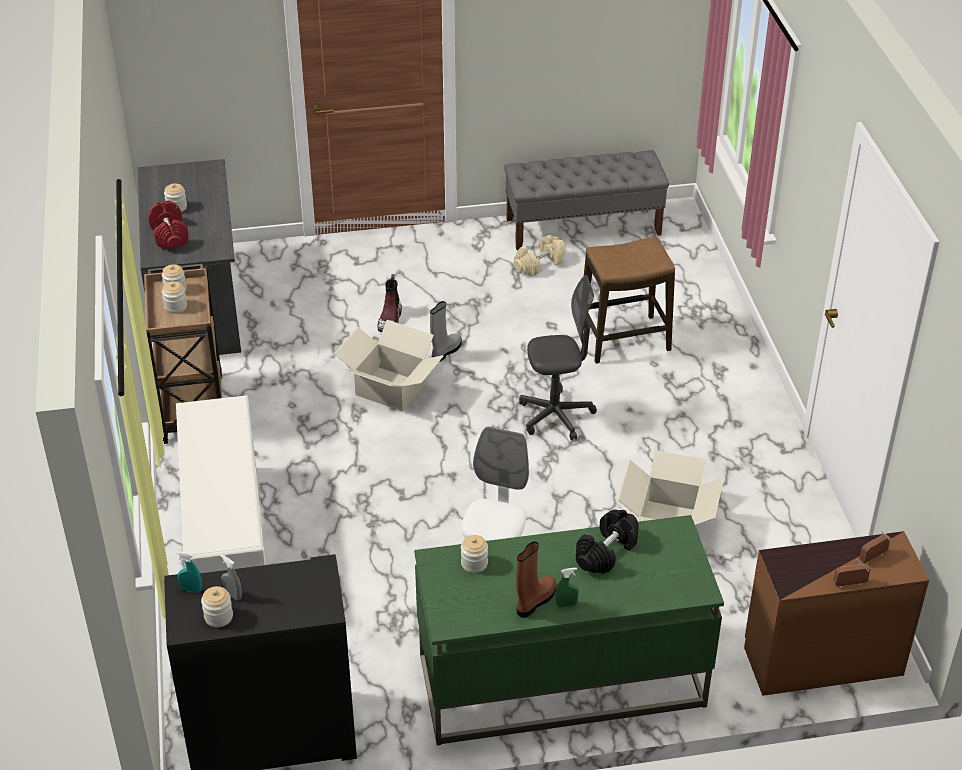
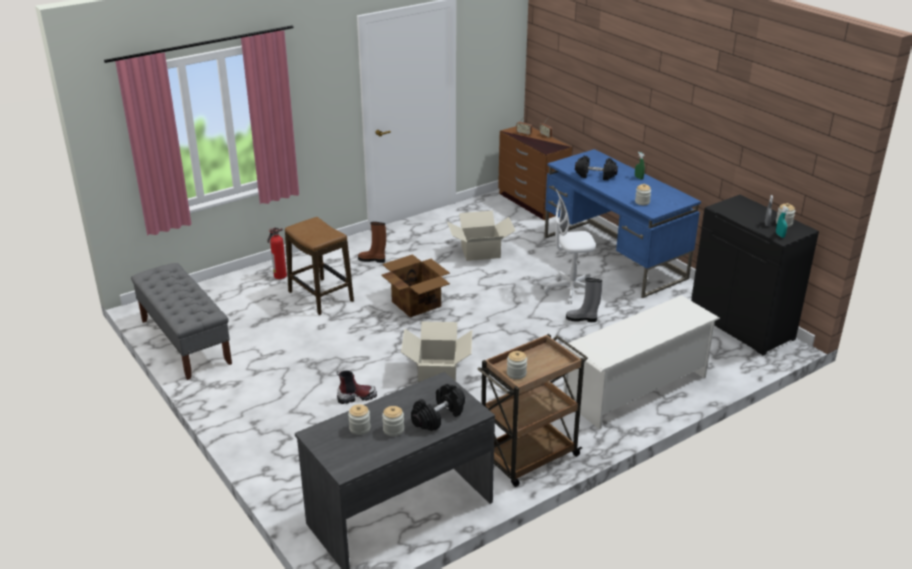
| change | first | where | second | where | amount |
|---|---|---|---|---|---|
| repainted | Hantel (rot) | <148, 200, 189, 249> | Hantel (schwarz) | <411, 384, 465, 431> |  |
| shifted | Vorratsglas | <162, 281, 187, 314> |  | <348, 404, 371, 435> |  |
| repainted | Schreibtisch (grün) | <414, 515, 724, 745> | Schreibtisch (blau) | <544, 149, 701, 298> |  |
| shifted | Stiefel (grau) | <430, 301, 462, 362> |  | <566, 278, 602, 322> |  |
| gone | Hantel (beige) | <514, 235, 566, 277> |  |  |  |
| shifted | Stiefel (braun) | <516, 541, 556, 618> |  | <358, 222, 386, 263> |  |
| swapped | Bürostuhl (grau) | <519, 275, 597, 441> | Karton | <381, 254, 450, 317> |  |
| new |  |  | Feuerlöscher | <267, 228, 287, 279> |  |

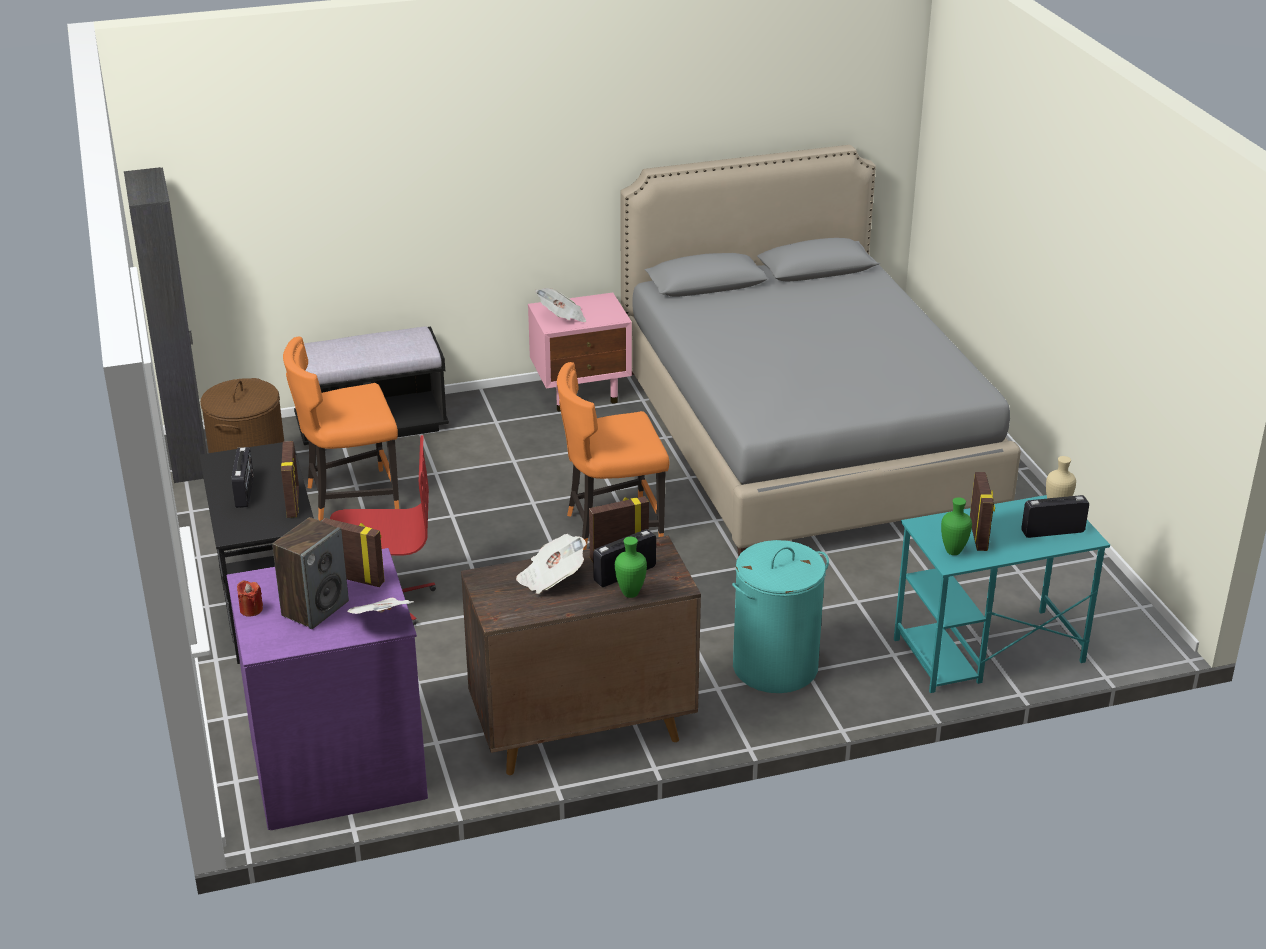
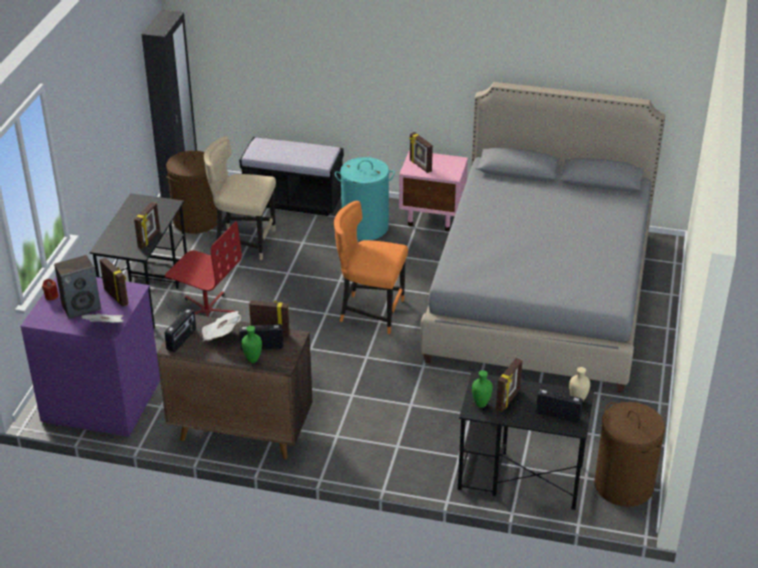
| change | first | where | second | where | amount |
|---|---|---|---|---|---|
| shifted | Radio | <231, 447, 254, 508> |  | <164, 309, 196, 352> |  |
| repainted | Stuhl (orange) | <283, 337, 399, 521> | Stuhl (beige) | <204, 136, 276, 260> |  |
| swapped | Zeitung | <535, 288, 587, 322> | Bilderrahmen | <409, 132, 433, 173> |  |
| shifted | Wäschekorb (türkis) | <732, 540, 829, 693> |  | <335, 157, 395, 240> |  |
| repainted | Schreibtisch (türkis) | <894, 495, 1110, 693> | Schreibtisch (schwarz) | <458, 372, 594, 510> |  |
| new |  |  | Wäschekorb (braun) | <594, 402, 665, 507> |  |

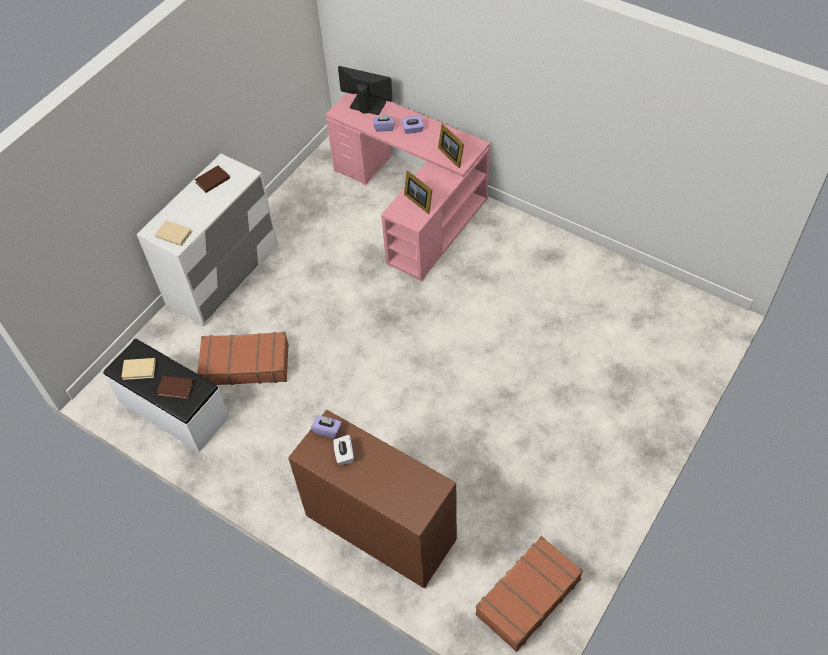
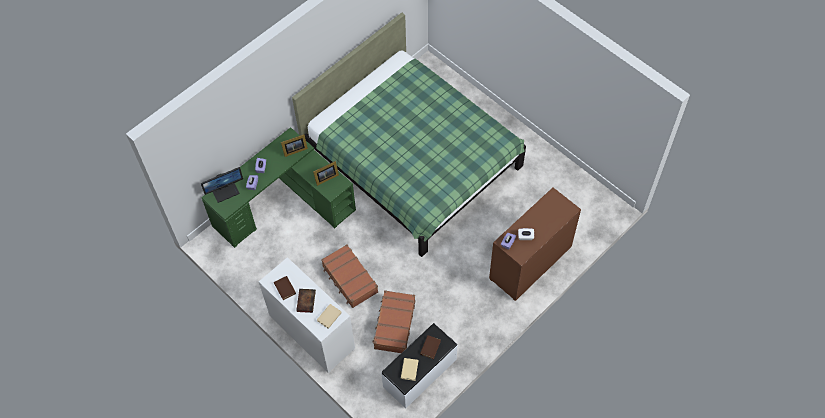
| change | first | where | second | where | amount |
|---|---|---|---|---|---|
| repainted | Schreibtisch (rosa) | <325, 93, 490, 282> | Schreibtisch (grün) | <201, 127, 356, 248> |  |
| rotated | Monitor | <338, 66, 392, 115> |  | <201, 167, 243, 203> | 150 degrees counterclockwise |
| shifted | Koffer (braun) | <475, 536, 583, 652> |  | <321, 244, 378, 308> |  |
| new |  |  | Bett (grün) | <292, 13, 526, 257> |  |
| new |  |  | Buch | <296, 289, 316, 313> |  |

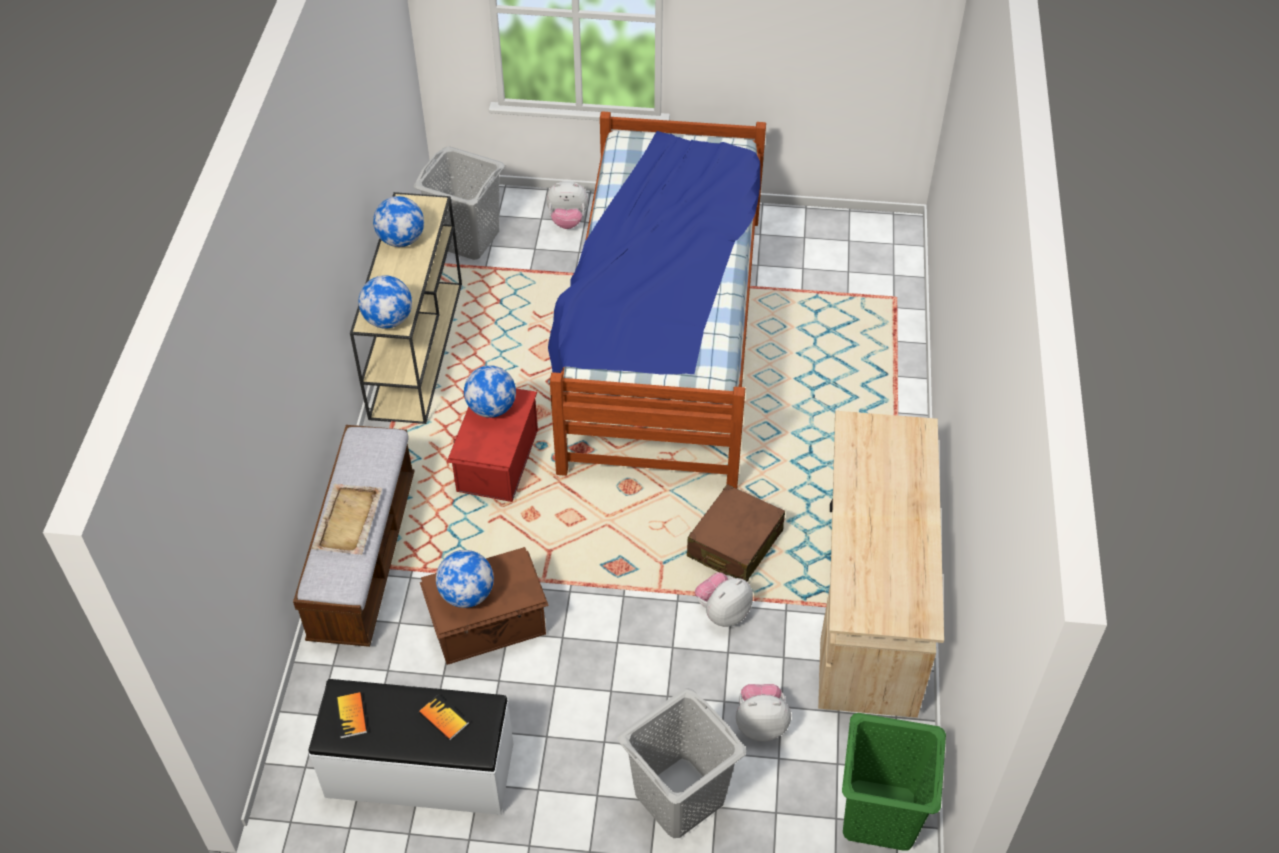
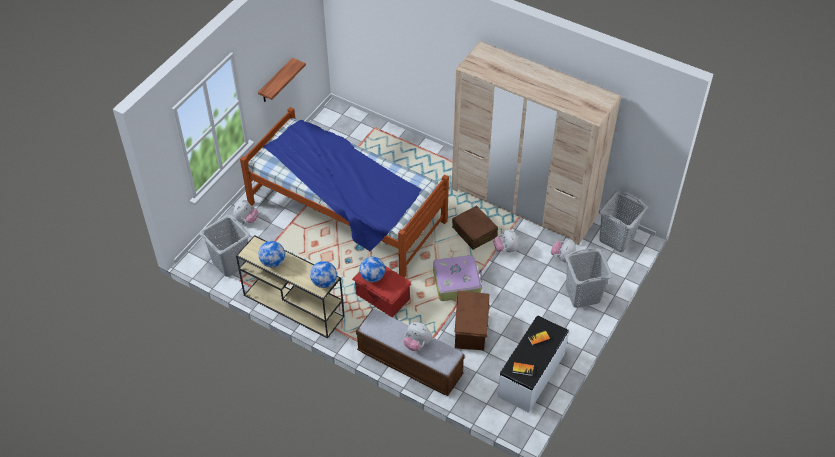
| change | first | where | second | where | amount |
|---|---|---|---|---|---|
| swapped | Tablett (beige) | <312, 483, 382, 555> | Plüschtier | <403, 322, 431, 351> |  |
| gone | Globus | <436, 550, 494, 608> |  |  |  |
| swapped | Schreibtisch (beige) | <818, 411, 944, 718> | Kleiderschrank (beige) | <452, 41, 621, 245> |  |
| repainted | Wäschekorb (grün) | <842, 713, 946, 851> | Wäschekorb (grau) | <599, 191, 648, 252> |  |
| new |  |  | Wandregal | <258, 58, 306, 102> |  |
| new |  |  | Koffer | <433, 255, 482, 301> |  |

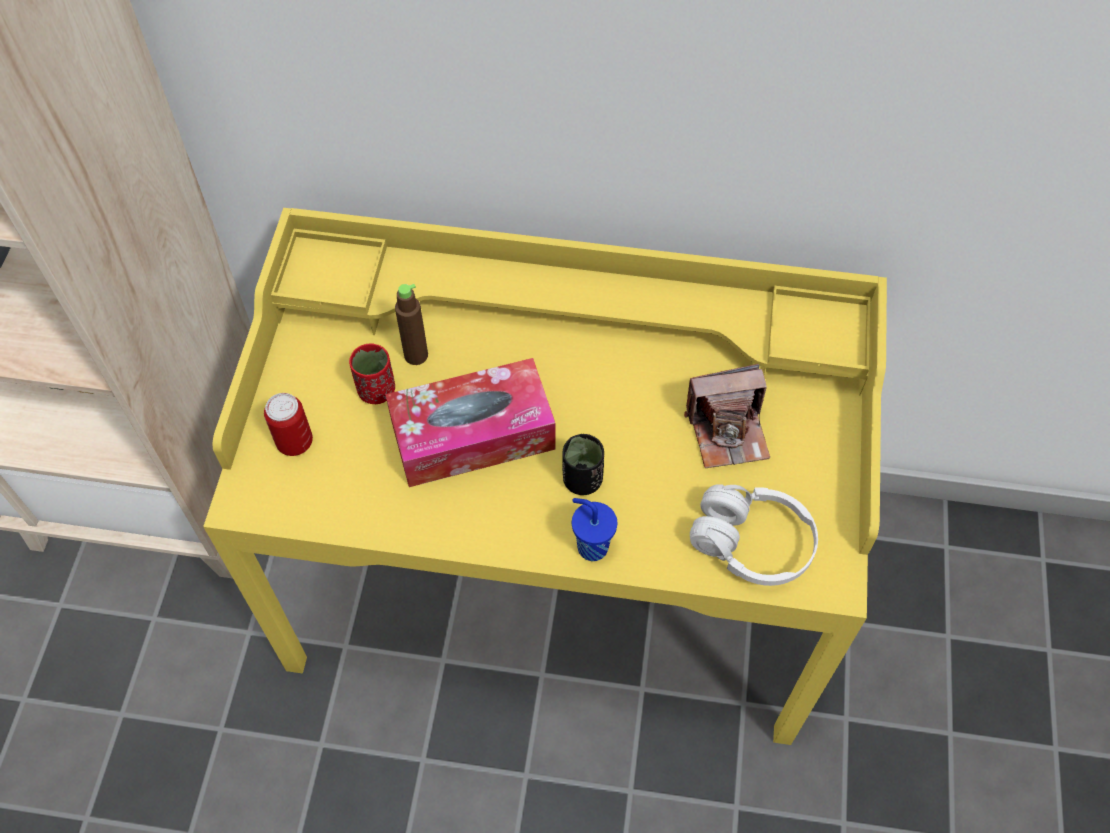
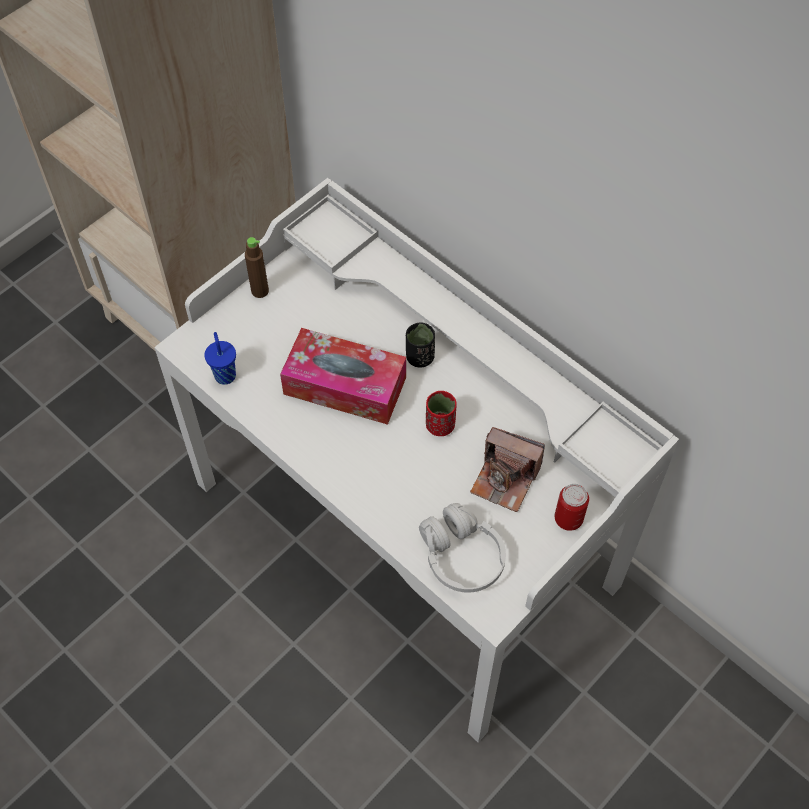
| change | first | where | second | where | amount |
|---|---|---|---|---|---|
| repainted | Schreibtisch (gelb) | <203, 208, 887, 745> | Schreibtisch (weiß) | <154, 178, 679, 742> |  |
| shifted | Dose | <264, 393, 313, 456> |  | <555, 484, 589, 531> |  |
| shifted | Tasse (rot) | <349, 343, 395, 404> |  | <426, 391, 457, 436> |  |
| shifted | Flasche (braun) | <395, 284, 428, 365> |  | <245, 237, 269, 298> |  |
| shifted | Tasse (schwarz) | <562, 434, 604, 495> |  | <406, 323, 435, 368> |  |
| shifted | Tasse (blau) | <572, 498, 617, 561> |  | <204, 332, 236, 385> |  |

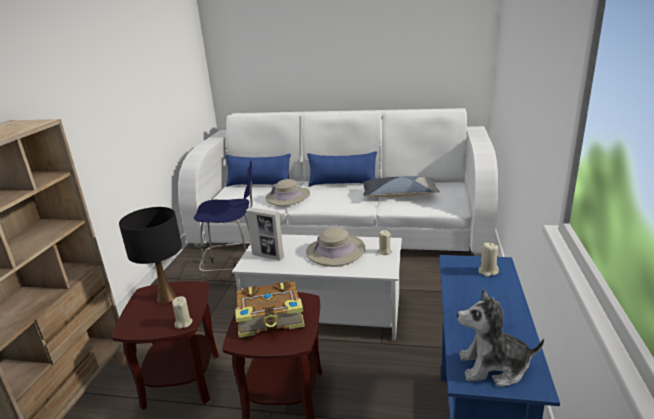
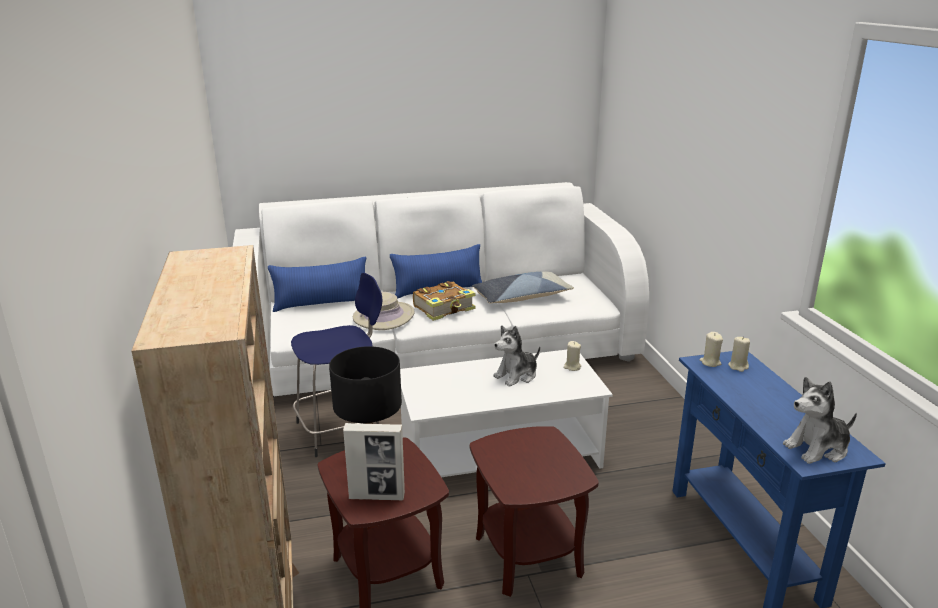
| change | first | where | second | where | amount |
|---|---|---|---|---|---|
| shifted | Kerze (beige) | <172, 296, 193, 329> |  | <700, 332, 723, 367> |  |
| shifted | Buch | <235, 281, 305, 338> |  | <413, 281, 475, 321> |  |
| shifted | Bilderrahmen | <246, 207, 284, 260> |  | <343, 423, 405, 500> |  |
| swapped | Hut (beige) | <306, 227, 365, 267> | Plüschtier | <493, 325, 540, 387> |  |

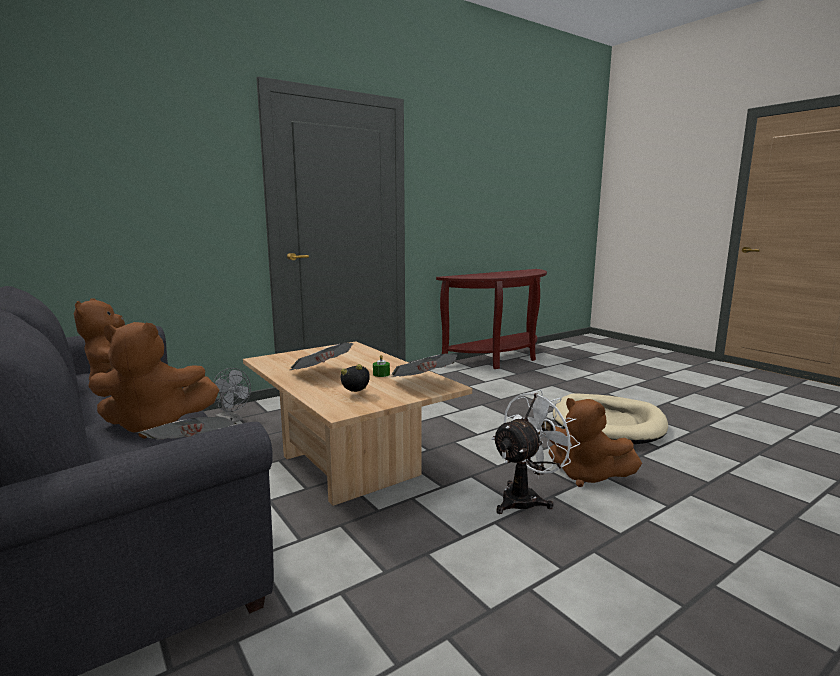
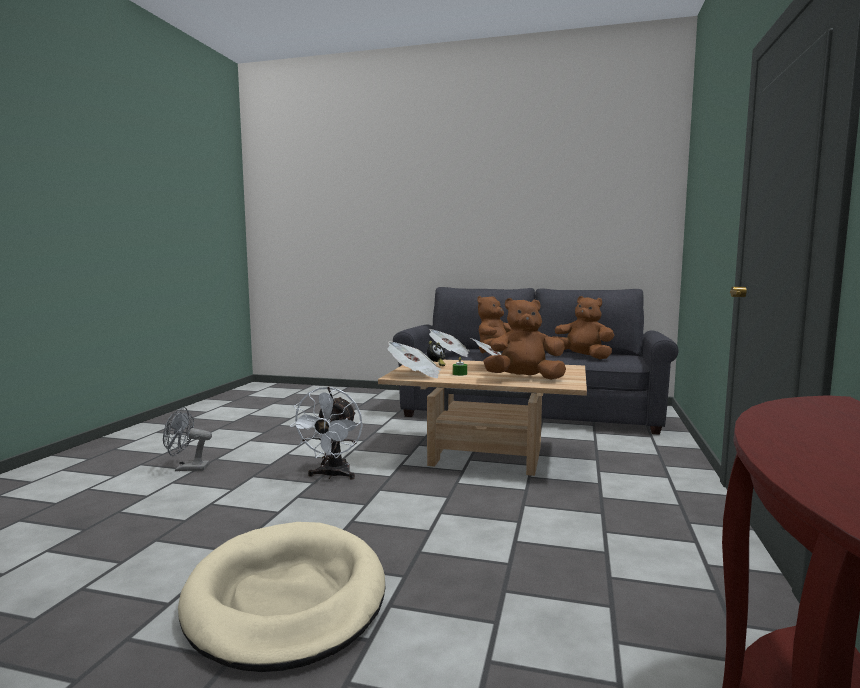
| change | first | where | second | where | amount |
|---|---|---|---|---|---|
| shifted | Ventilator (grau) | <213, 368, 251, 422> |  | <163, 407, 212, 471> |  |
| shifted | Plüschtier (braun) | <549, 398, 642, 487> |  | <484, 298, 566, 380> |  |

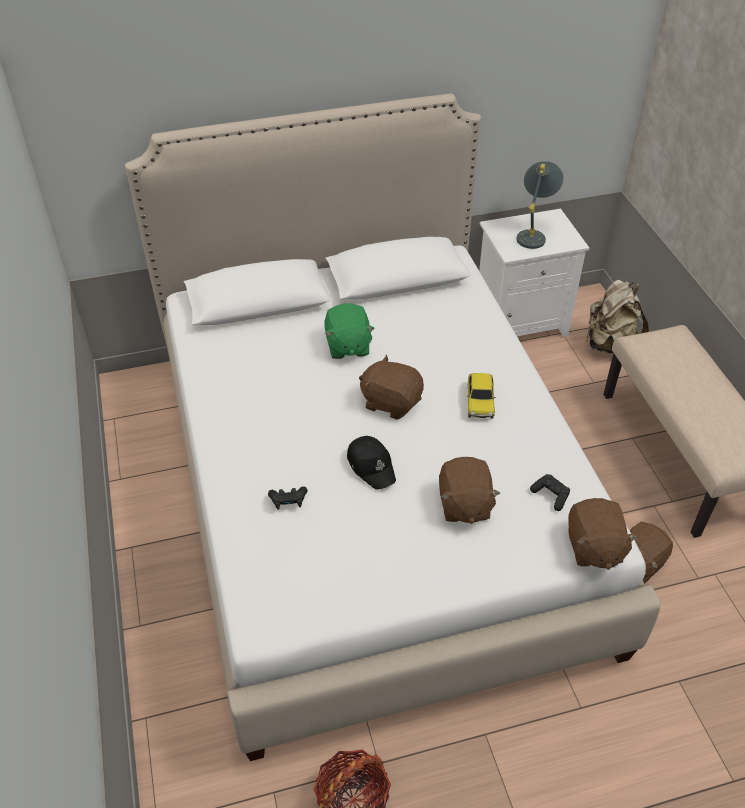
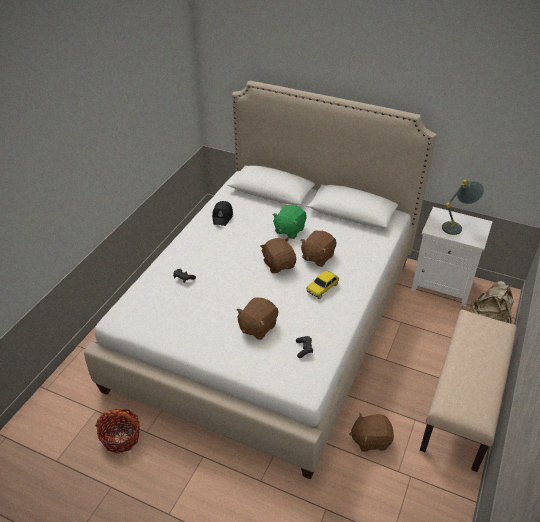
| change | first | where | second | where | amount |
|---|---|---|---|---|---|
| shifted | Kappe (schwarz) | <347, 436, 396, 490> |  | <212, 201, 233, 226> |  |
| shifted | Plüschtier (braun) | <568, 498, 638, 570> |  | <300, 230, 336, 267> |  |

